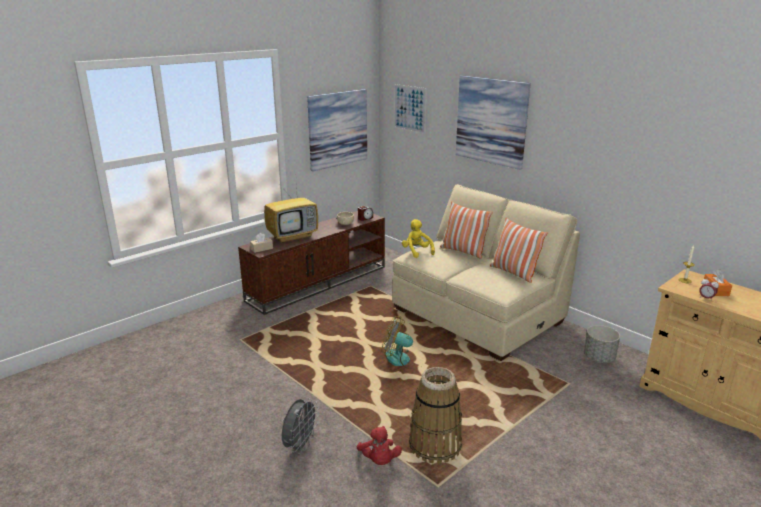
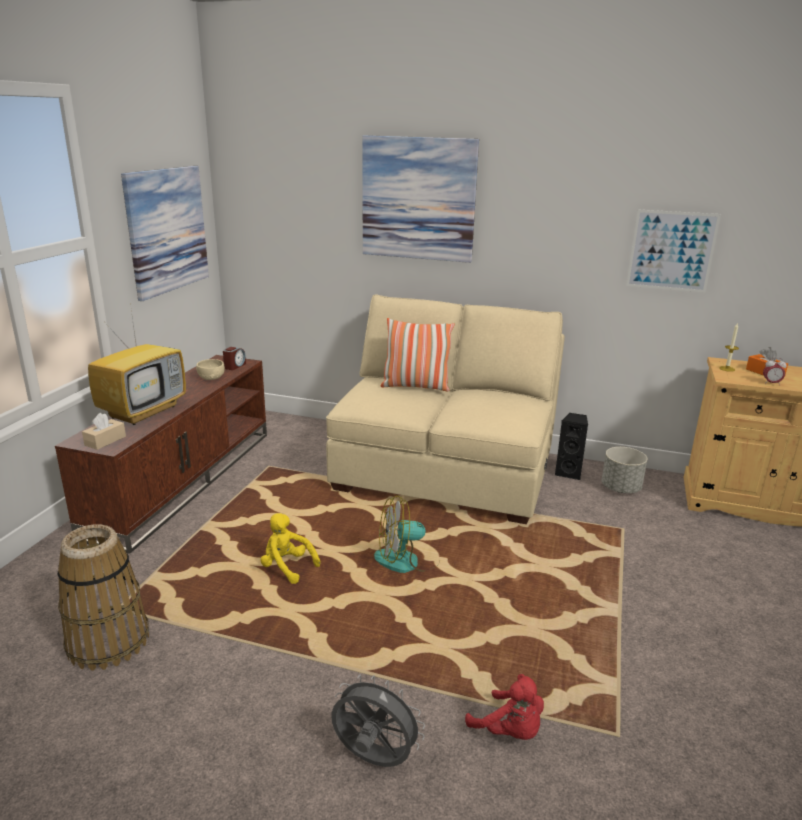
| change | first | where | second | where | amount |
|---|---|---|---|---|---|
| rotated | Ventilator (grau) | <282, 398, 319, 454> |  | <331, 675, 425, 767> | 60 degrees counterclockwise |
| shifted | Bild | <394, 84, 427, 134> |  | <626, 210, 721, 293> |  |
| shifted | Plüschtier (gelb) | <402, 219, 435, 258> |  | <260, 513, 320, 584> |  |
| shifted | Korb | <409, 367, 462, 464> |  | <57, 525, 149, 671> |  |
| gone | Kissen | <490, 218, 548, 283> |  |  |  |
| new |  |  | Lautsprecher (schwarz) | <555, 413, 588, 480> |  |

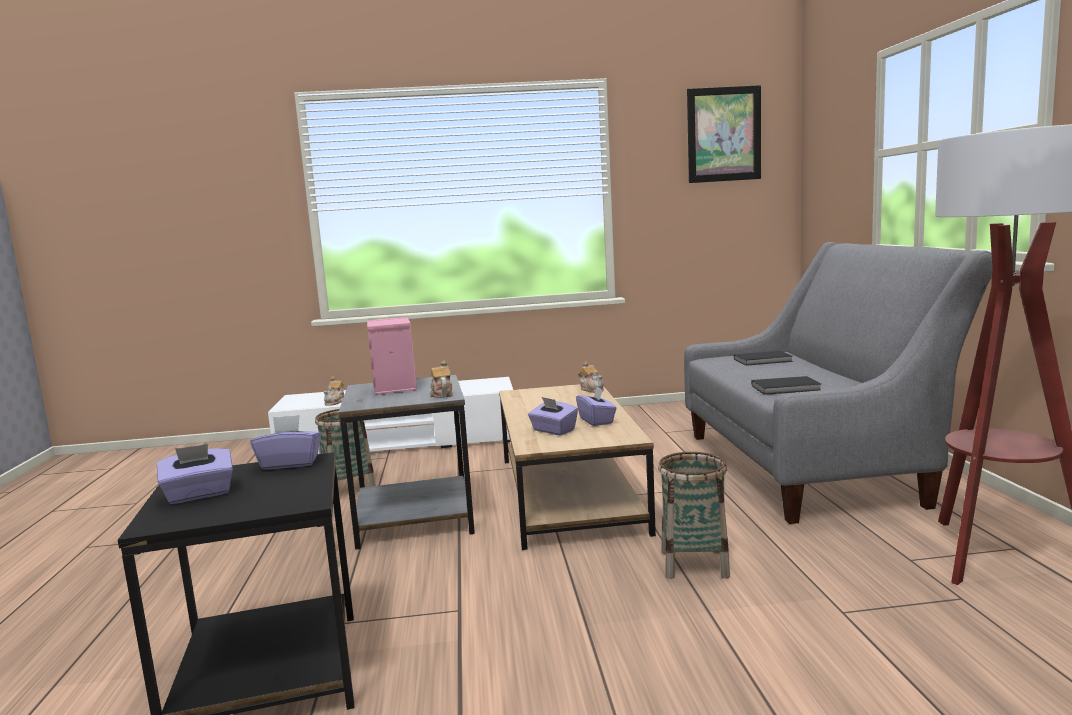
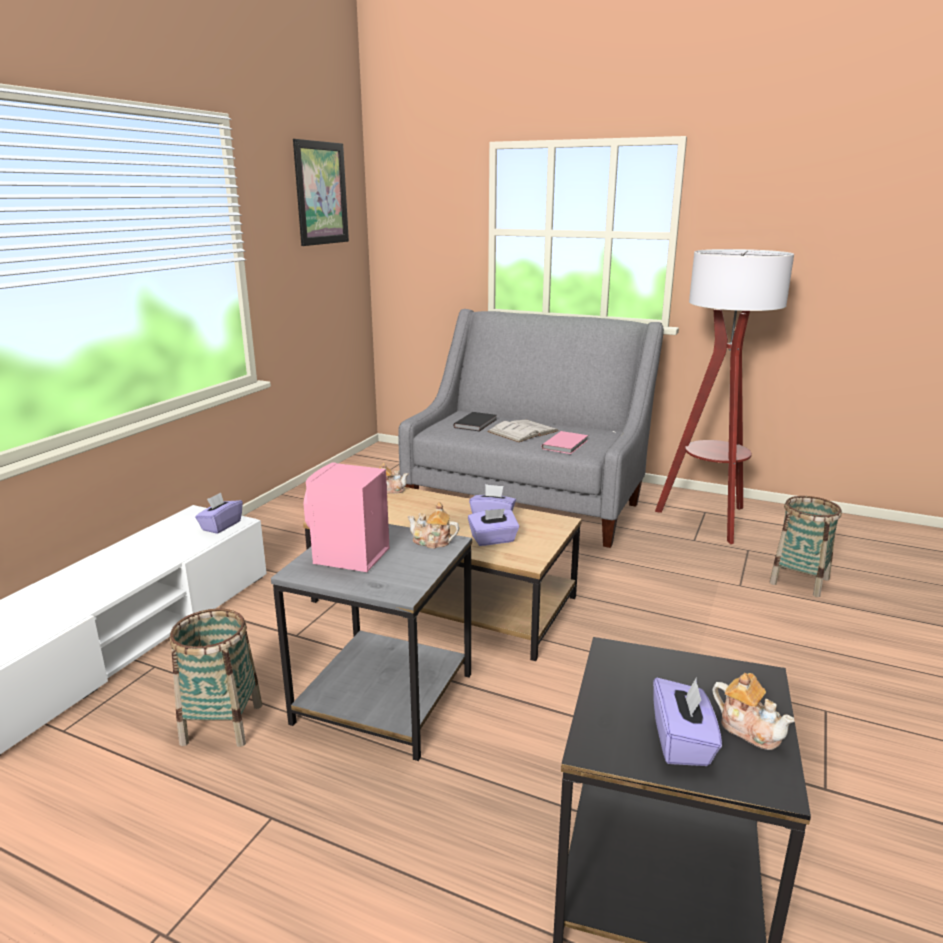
| change | first | where | second | where | amount |
|---|---|---|---|---|---|
| shifted | Taschentuchbox (lila) | <250, 415, 321, 470> |  | <195, 493, 243, 534> |  |
| shifted | Teekanne | <323, 377, 344, 406> |  | <712, 673, 795, 750> |  |
| shifted | Korb | <658, 452, 730, 579> |  | <770, 496, 842, 597> |  |
| repainted | Buch (schwarz) | <751, 376, 821, 395> | Buch (rosa) | <542, 431, 588, 454> |  |
| new |  |  | Buch (weiß) | <487, 420, 559, 442> |  |

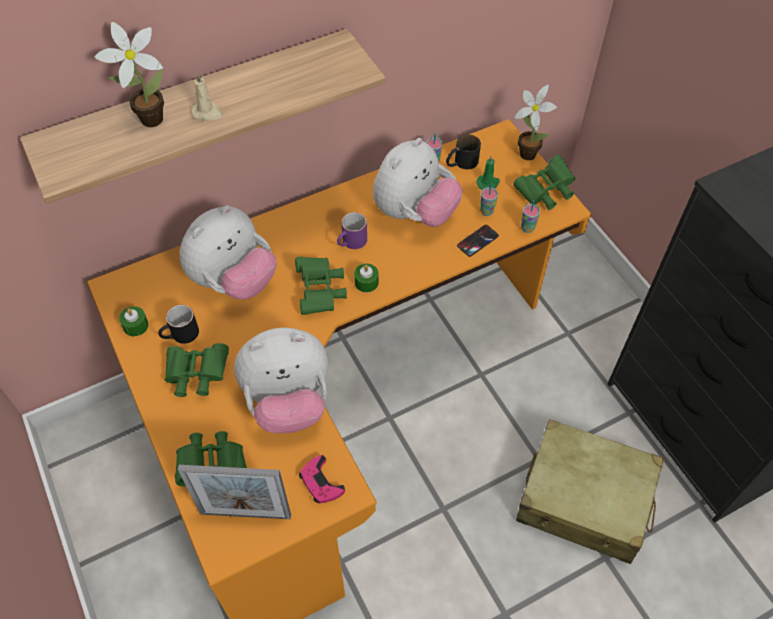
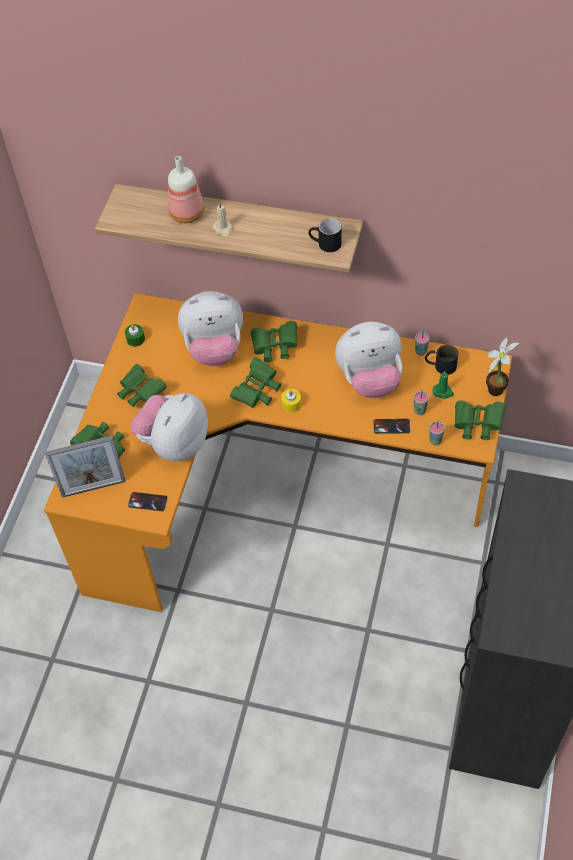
| change | first | where | second | where | amount |
|---|---|---|---|---|---|
| swapped | Topfpflanze | <95, 22, 164, 127> | Flasche | <168, 156, 204, 223> |  |
| shifted | Henkelbecher (schwarz) | <158, 305, 199, 344> |  | <308, 218, 342, 252> |  |
| rotated | Bilderrahmen | <178, 465, 291, 519> |  | <45, 436, 126, 498> | 60 degrees counterclockwise |
| rotated | Plüschtier | <234, 328, 328, 433> |  | <130, 393, 208, 462> | 90 degrees clockwise |
| swapped | Gamepad (rosa) | <299, 455, 345, 503> | Handy | <128, 492, 167, 511> |  |
| gone | Henkelbecher (lila) | <337, 212, 367, 249> |  |  |  |
| repainted | Kerze (grün) | <354, 264, 379, 293> | Kerze (gelb) | <281, 389, 301, 413> |  |
| gone | Koffer (beige) | <516, 419, 664, 564> |  |  |  |
| new |  |  | Fernglas (grün) | <251, 321, 297, 362> |  |

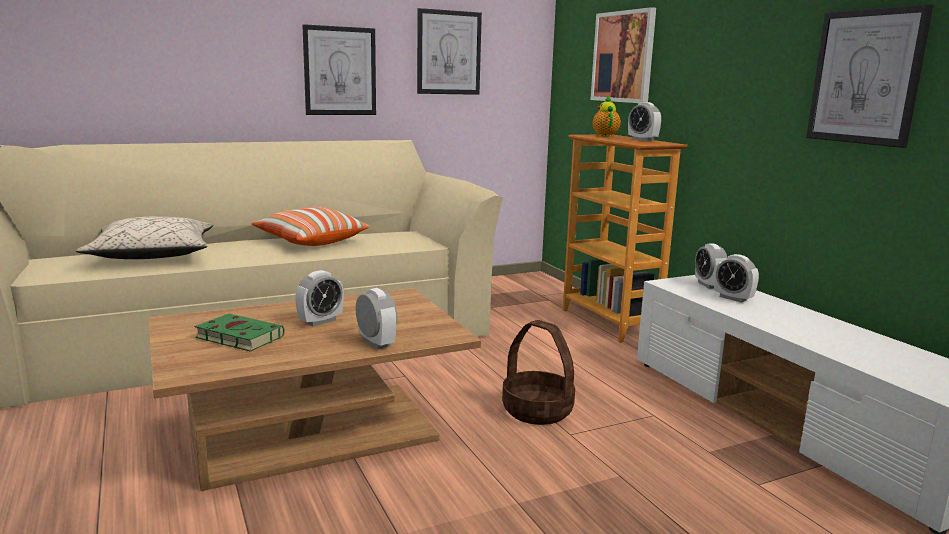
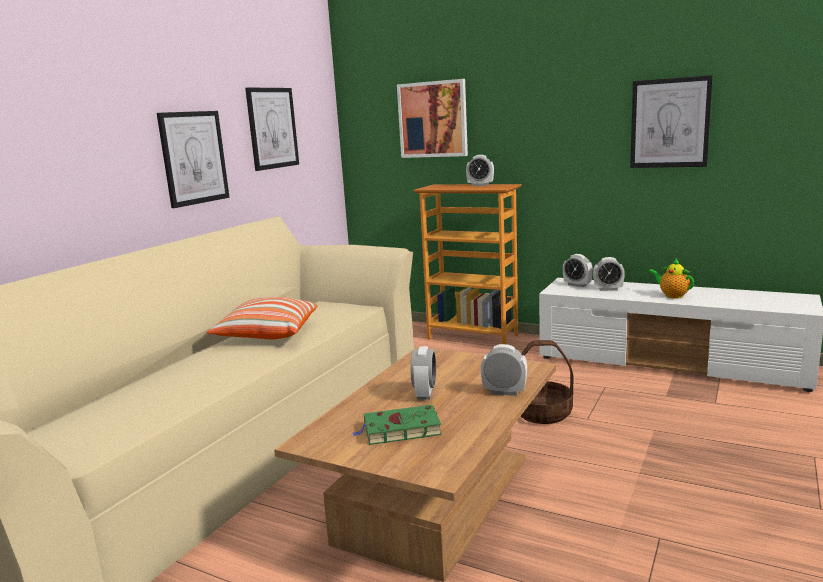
| change | first | where | second | where | amount |
|---|---|---|---|---|---|
| gone | Kissen (beige) | <76, 217, 214, 259> |  |  |  |
| shifted | Teekanne | <592, 95, 621, 137> |  | <648, 258, 694, 298> |  |

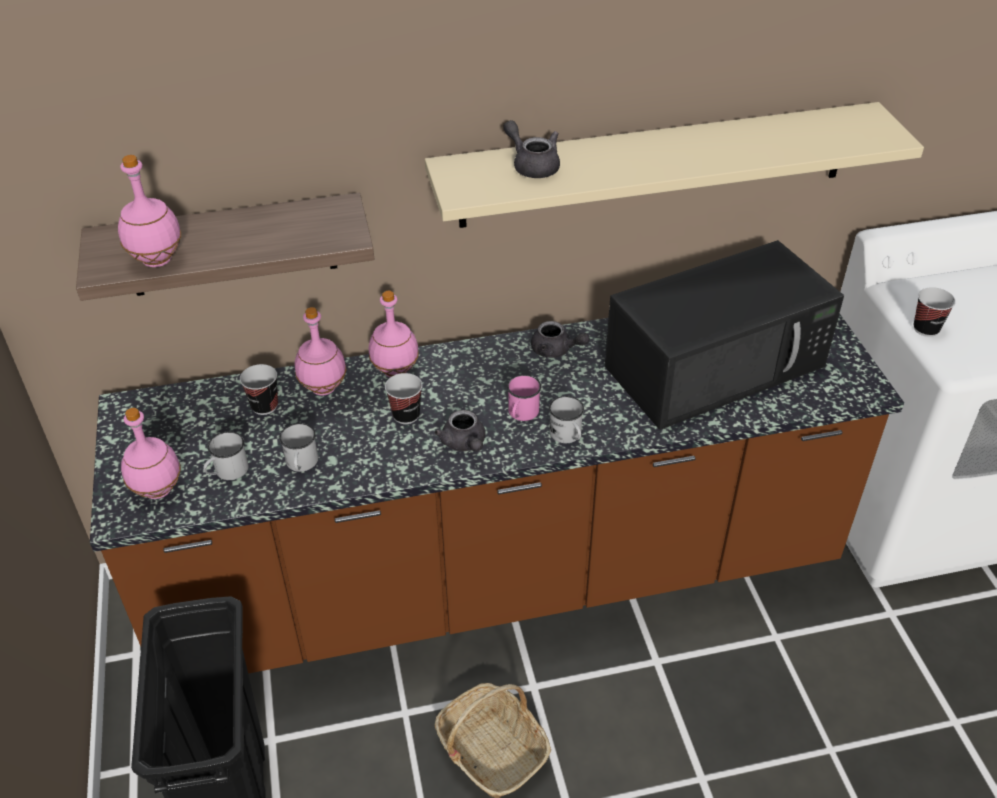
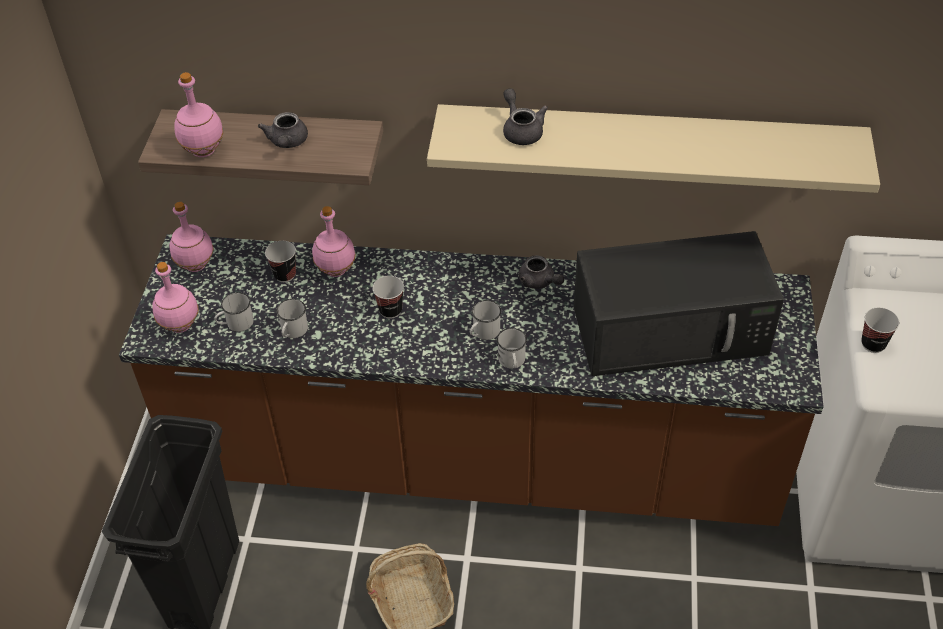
| change | first | where | second | where | amount |
|---|---|---|---|---|---|
| shifted | Flasche (rosa) | <369, 291, 419, 377> |  | <169, 202, 214, 272> |  |
| shifted | Teekanne (grau) | <435, 410, 485, 452> |  | <258, 112, 308, 148> |  |
| repainted | Henkelbecher (rosa) | <507, 375, 541, 421> | Henkelbecher (weiß) | <470, 300, 501, 340> |  |

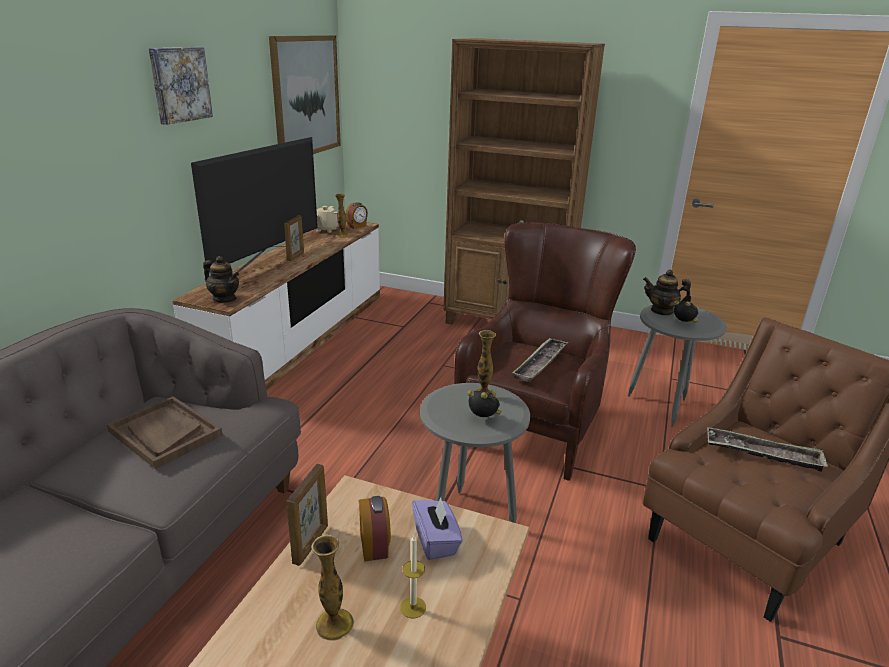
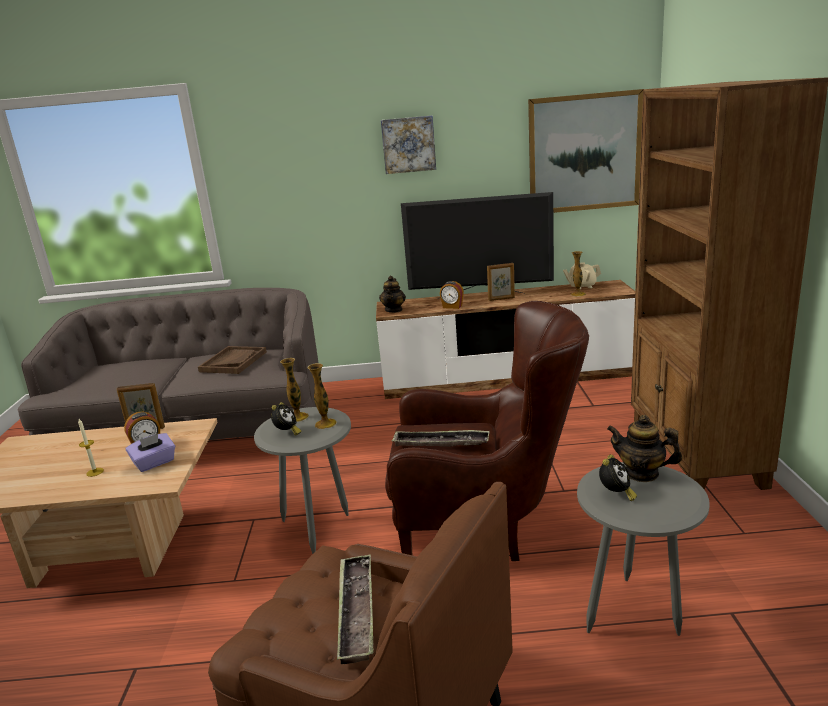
| change | first | where | second | where | amount |
|---|---|---|---|---|---|
| shifted | Vase | <311, 534, 354, 641> |  | <280, 358, 309, 422> |  |
| shifted | Wecker | <346, 202, 368, 229> |  | <440, 281, 464, 309> |  |
| rotated | Teekanne | <643, 270, 691, 316> |  | <607, 415, 682, 482> | 60 degrees counterclockwise |

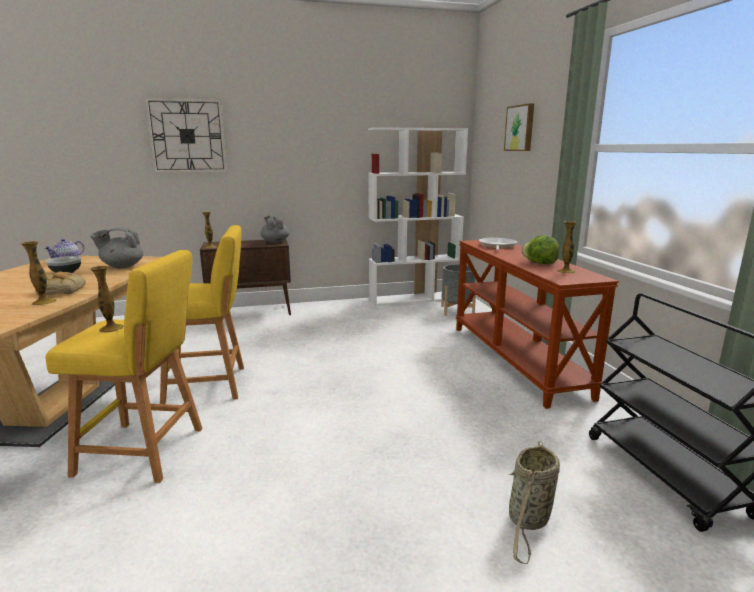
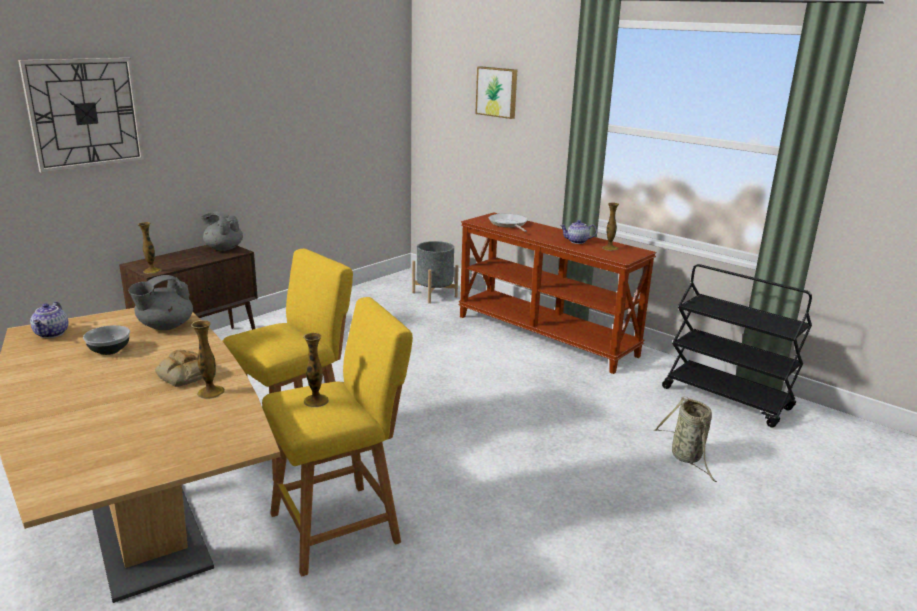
| change | first | where | second | where | amount |
|---|---|---|---|---|---|
| gone | Bücherregal (weiß) | <368, 127, 468, 306> |  |  |  |
| swapped | Salatkopf | <521, 235, 559, 264> | Teekanne | <560, 220, 597, 244> |  |

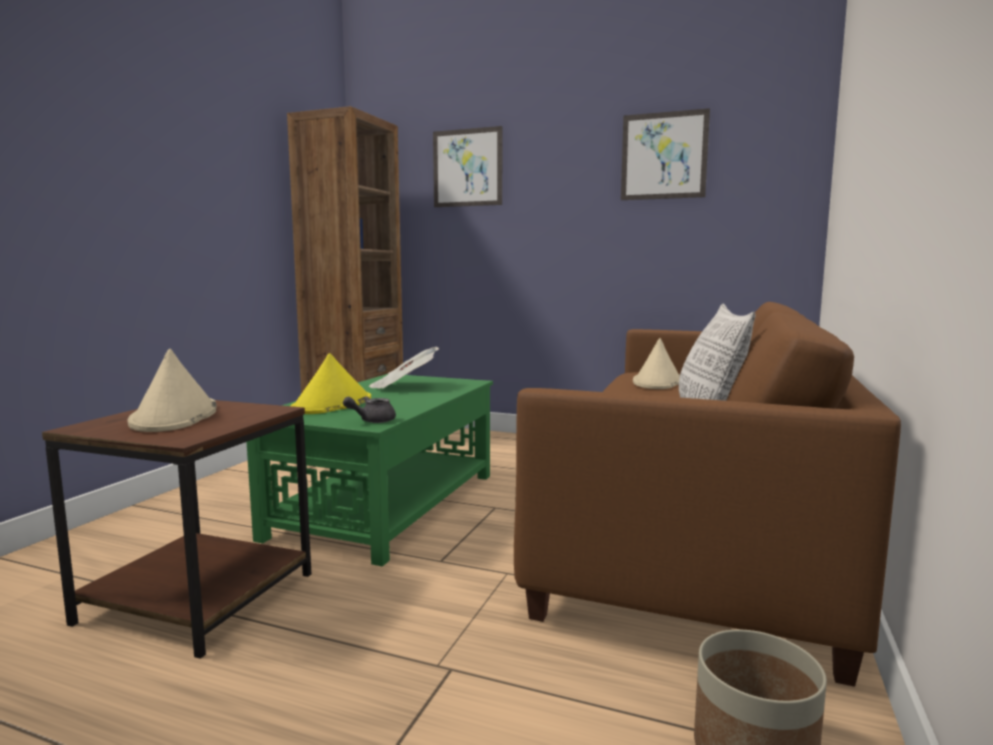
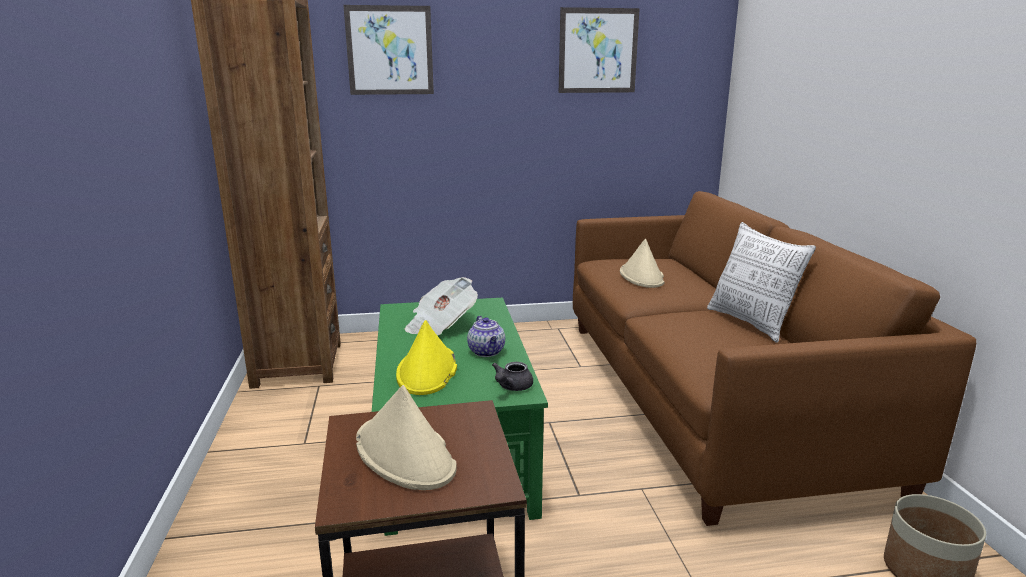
| change | first | where | second | where | amount |
|---|---|---|---|---|---|
| new |  |  | Teekanne | <467, 316, 505, 357> |  |

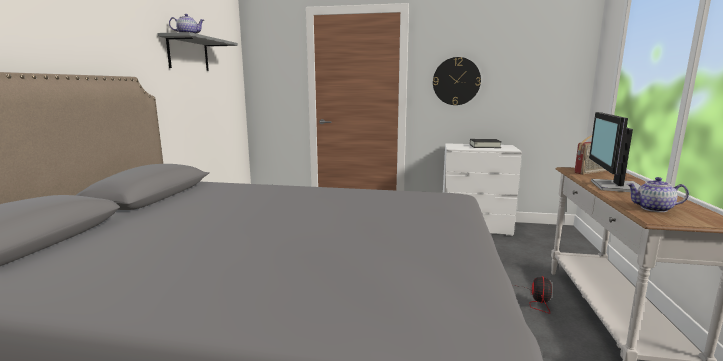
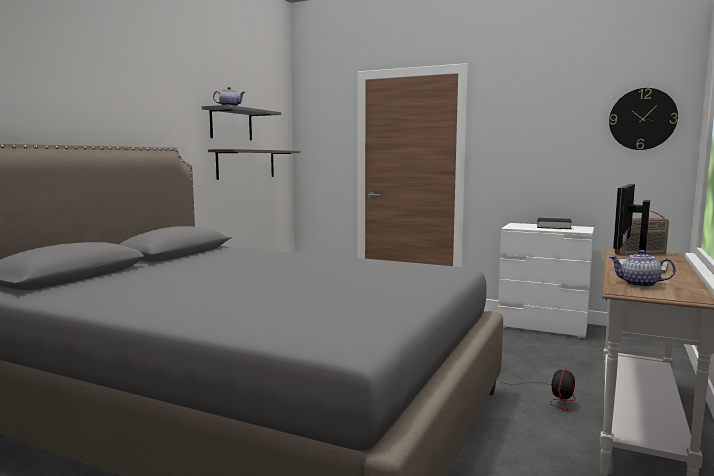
| change | first | where | second | where | amount |
|---|---|---|---|---|---|
| shifted | Wanduhr | <433, 57, 481, 105> |  | <609, 88, 678, 150> |  |
| new |  |  | Wandregal | <208, 149, 301, 180> |  |

